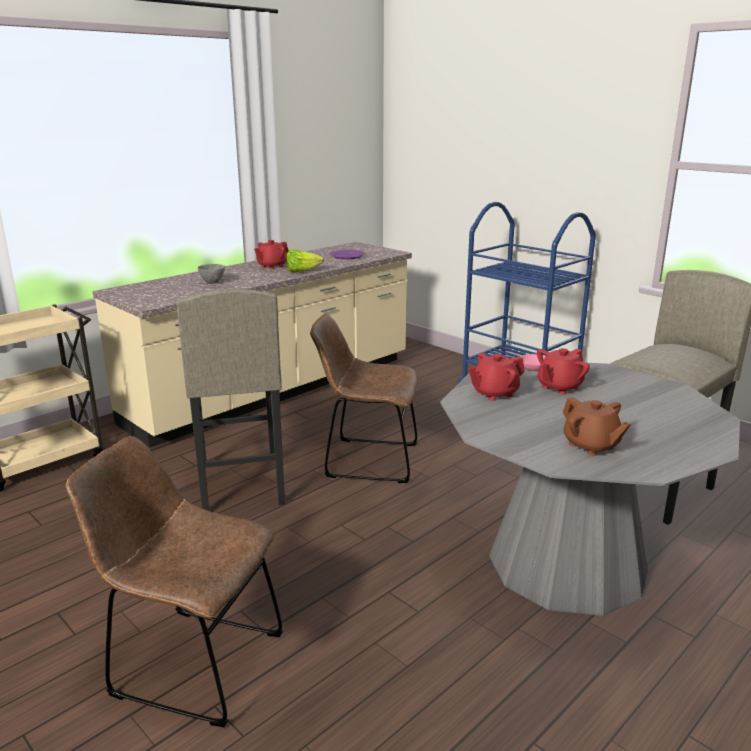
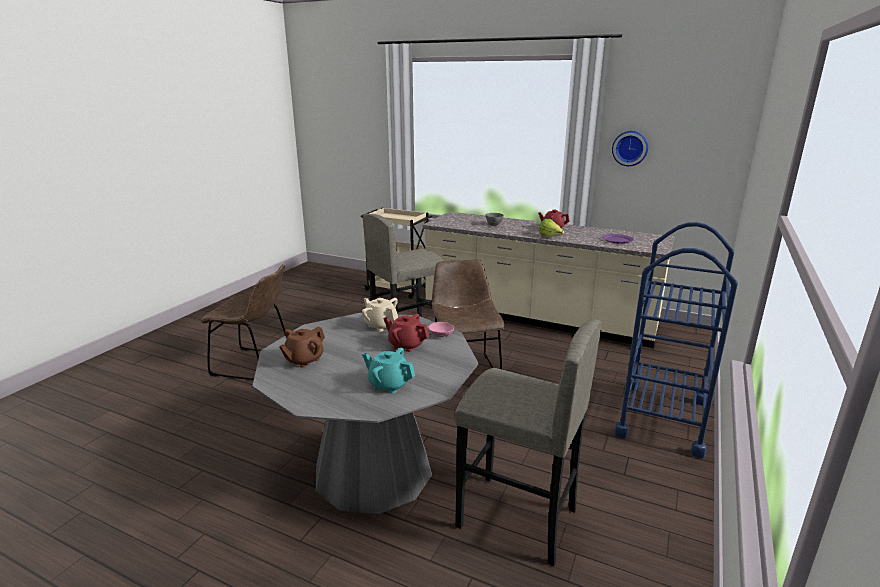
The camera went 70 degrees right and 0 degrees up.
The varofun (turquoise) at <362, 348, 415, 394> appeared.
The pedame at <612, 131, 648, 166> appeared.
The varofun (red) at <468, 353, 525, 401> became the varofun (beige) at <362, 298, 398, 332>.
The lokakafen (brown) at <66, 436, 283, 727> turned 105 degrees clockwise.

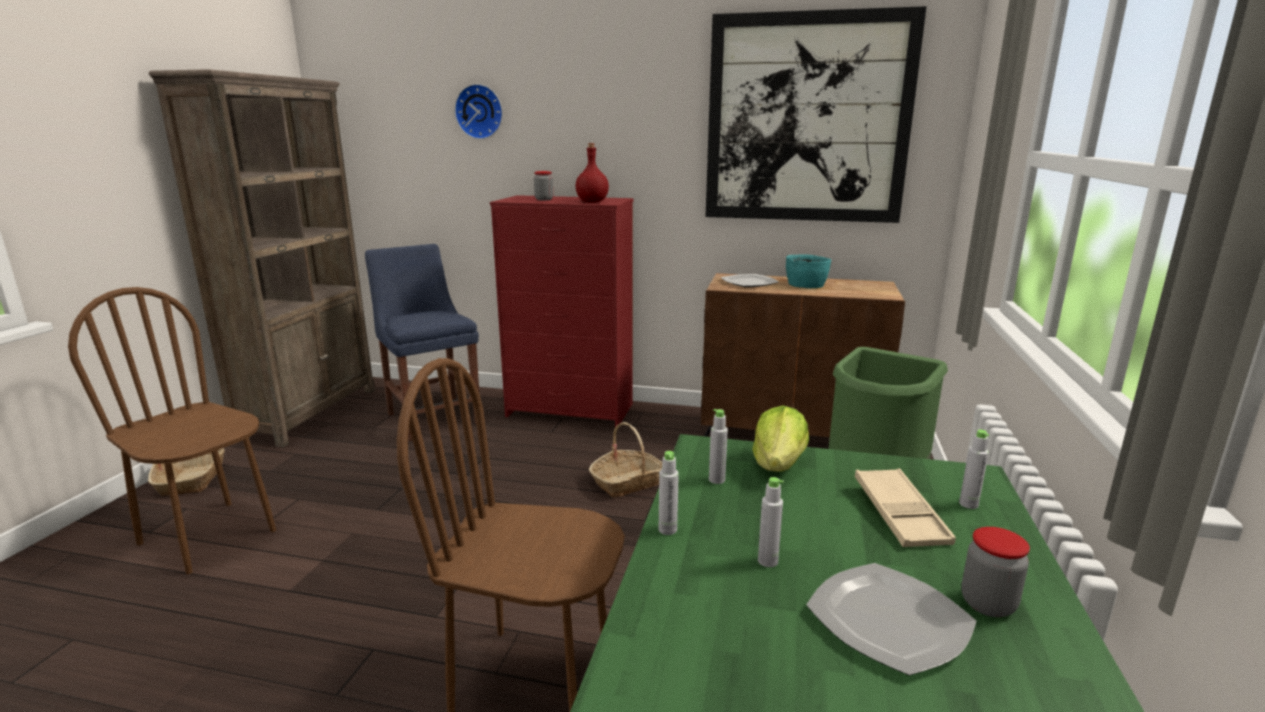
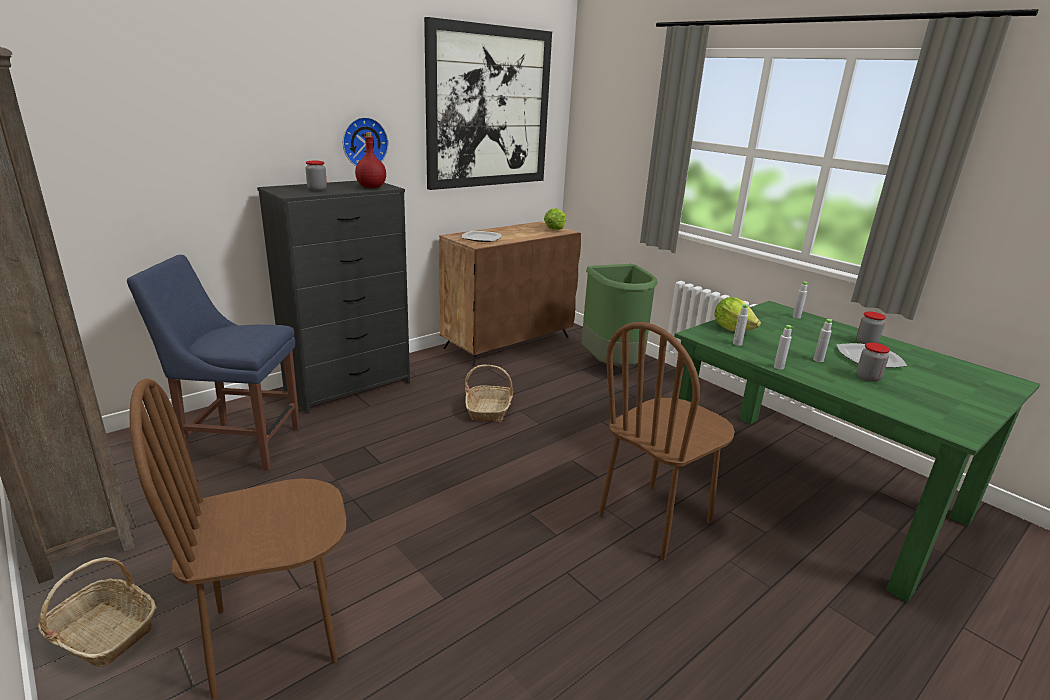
The camera went 55 degrees left and 5 degrees up.
The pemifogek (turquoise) at <786, 254, 831, 288> disappeared.
The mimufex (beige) at <855, 468, 956, 547> disappeared.
The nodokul at <544, 208, 565, 230> appeared.
The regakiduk at <857, 343, 890, 382> appeared.
The pedame moved from <454, 84, 503, 139> to <343, 117, 389, 166>.
The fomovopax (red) at <490, 195, 634, 427> became the fomovopax (black) at <257, 181, 410, 414>.

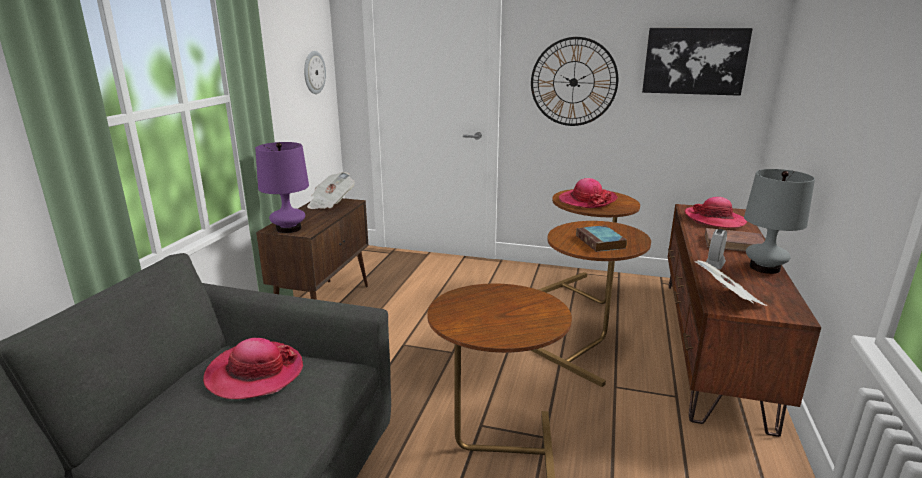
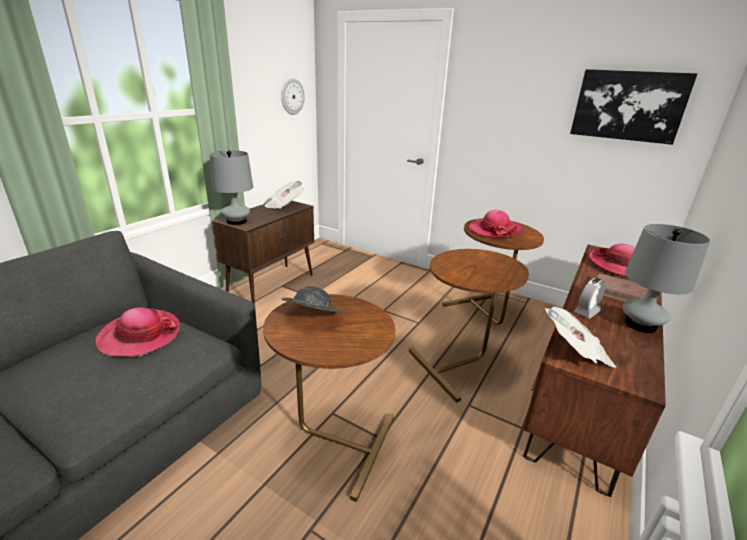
The camera went 15 degrees right and 5 degrees up.
The pedame at <531, 37, 618, 126> disappeared.
The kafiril at <576, 225, 627, 252> disappeared.
The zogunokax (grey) at <281, 286, 342, 312> appeared.
The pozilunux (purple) at <255, 142, 309, 233> became the pozilunux (grey) at <210, 150, 253, 225>.

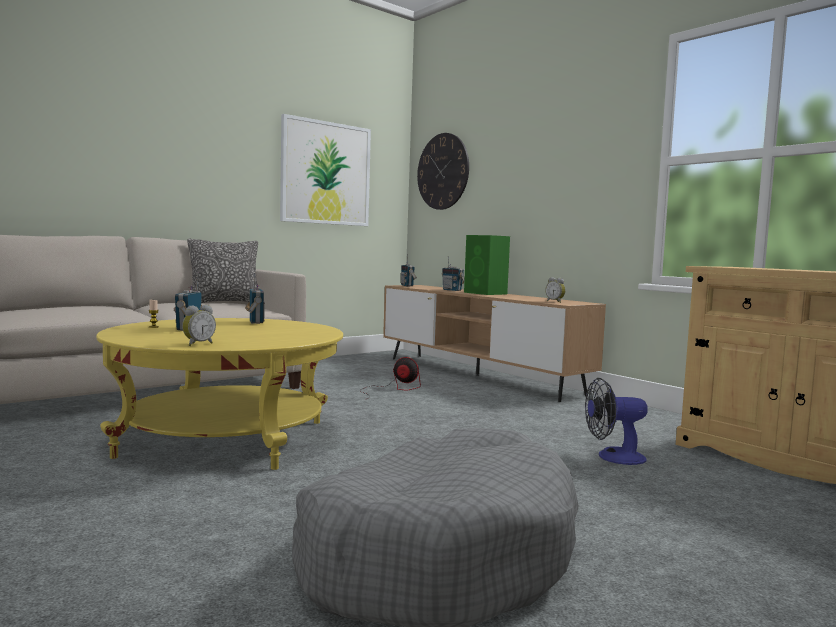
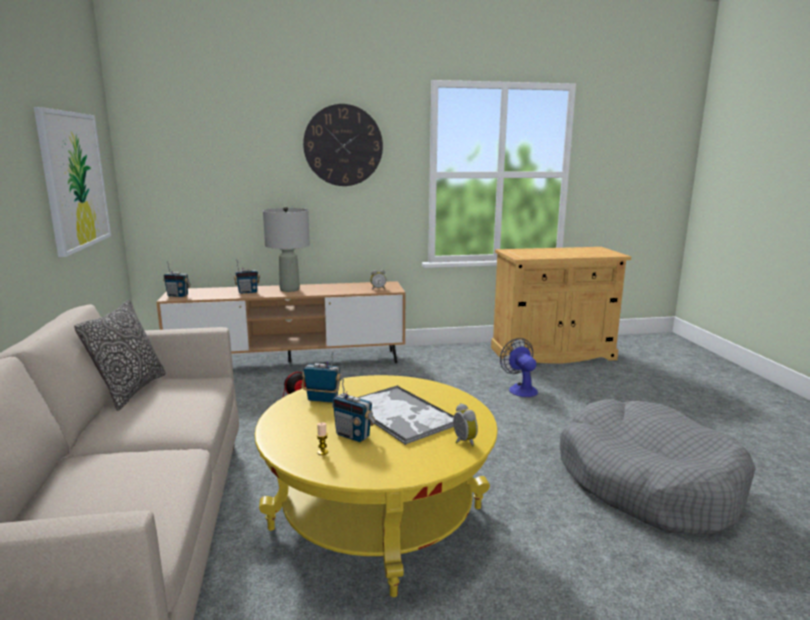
The camera went 60 degrees left and 10 degrees up.
The mimufex at <357, 385, 454, 445> appeared.
The pedame moved from <417, 133, 469, 210> to <303, 104, 383, 186>.
The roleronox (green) at <464, 235, 510, 295> was replaced by the pozilunux (grey) at <263, 207, 310, 292>.
The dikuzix at <585, 378, 648, 465> turned 135 degrees clockwise.

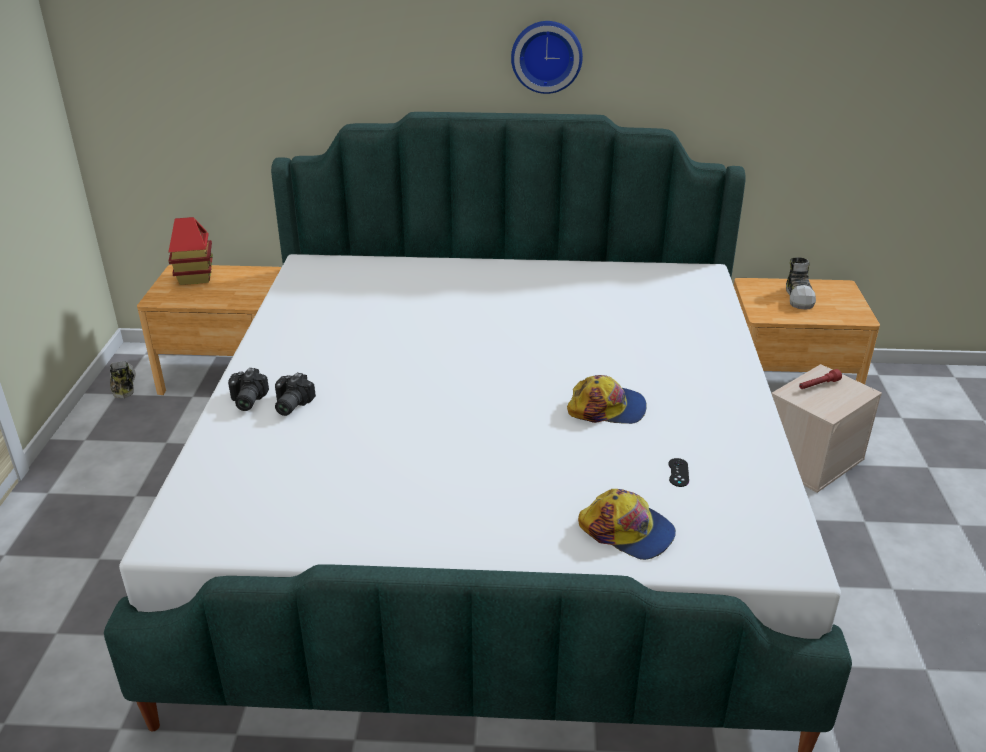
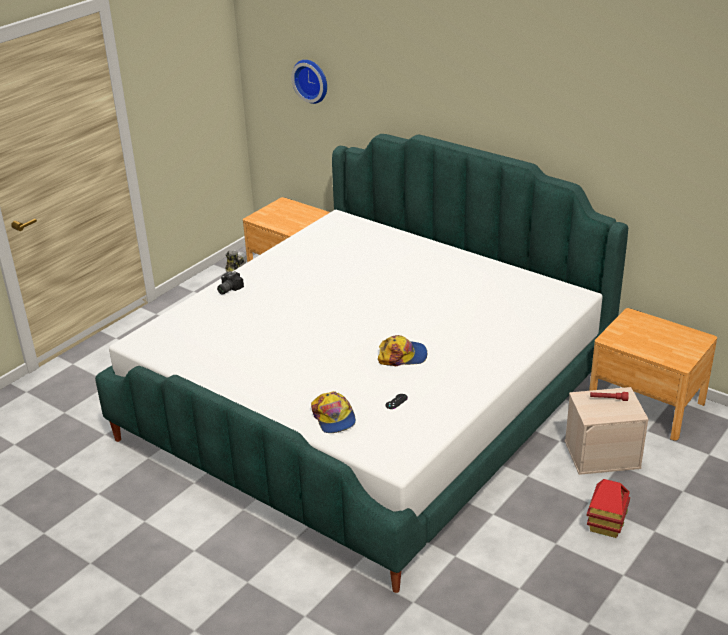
The camera went 35 degrees right and 0 degrees up.
The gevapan at <275, 373, 316, 416> disappeared.
The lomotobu at <786, 257, 816, 309> disappeared.
The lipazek moved from <168, 217, 213, 285> to <587, 479, 630, 538>.
The pedame moved from <511, 21, 583, 94> to <291, 60, 327, 104>.
The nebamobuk at <567, 375, 647, 424> turned 45 degrees counterclockwise.

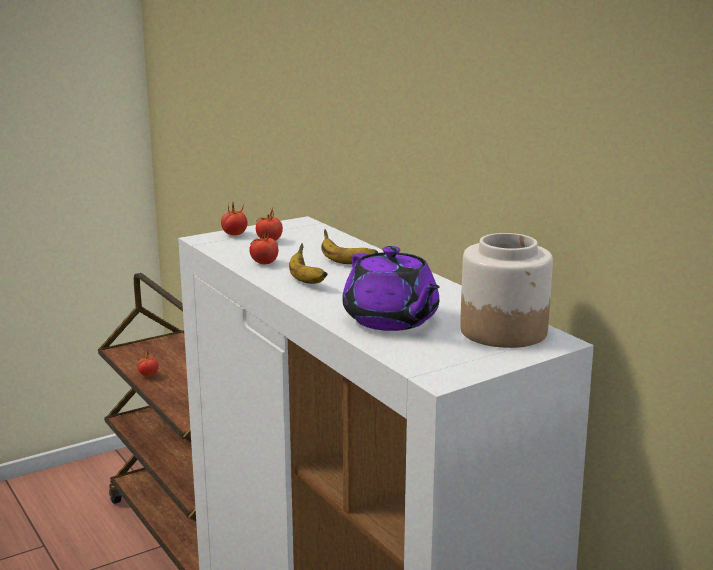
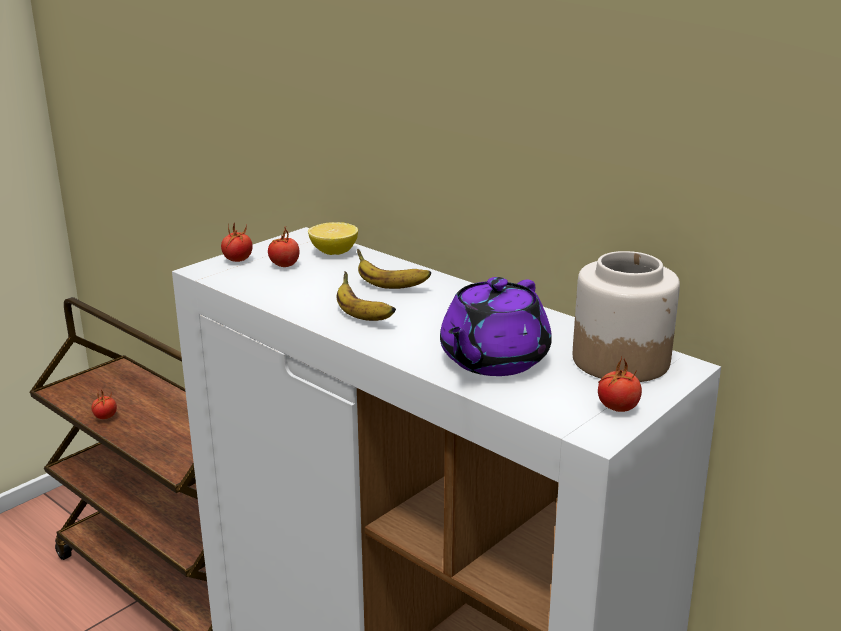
The camera went 15 degrees left and 5 degrees up.
The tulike at <308, 222, 358, 255> appeared.
The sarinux moved from <249, 228, 278, 265> to <598, 357, 642, 412>.
The varofun (purple) at <342, 246, 440, 331> turned 75 degrees clockwise.

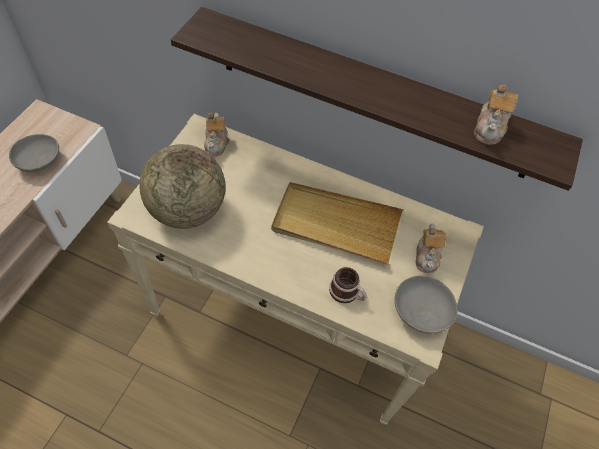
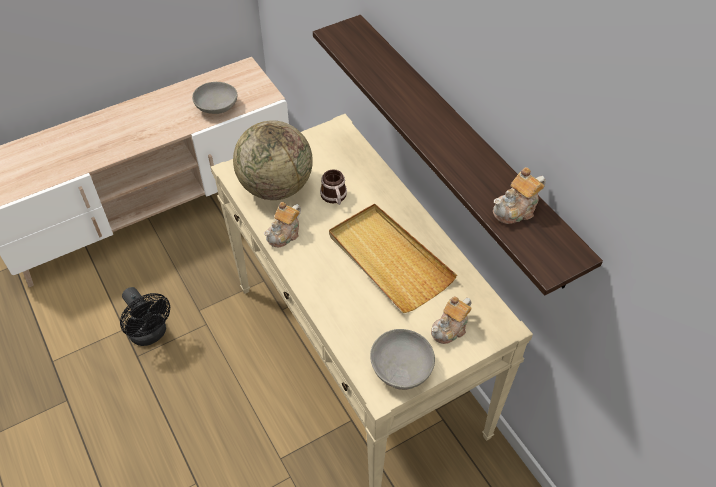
The camera went 40 degrees right and 5 degrees down.
The dikuzix (black) at <120, 287, 170, 346> appeared.
The varofun moved from <204, 113, 229, 156> to <264, 202, 301, 248>.
The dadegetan moved from <329, 267, 367, 303> to <320, 169, 347, 205>.

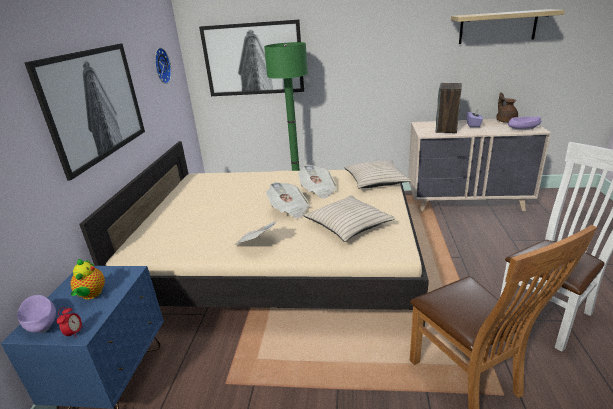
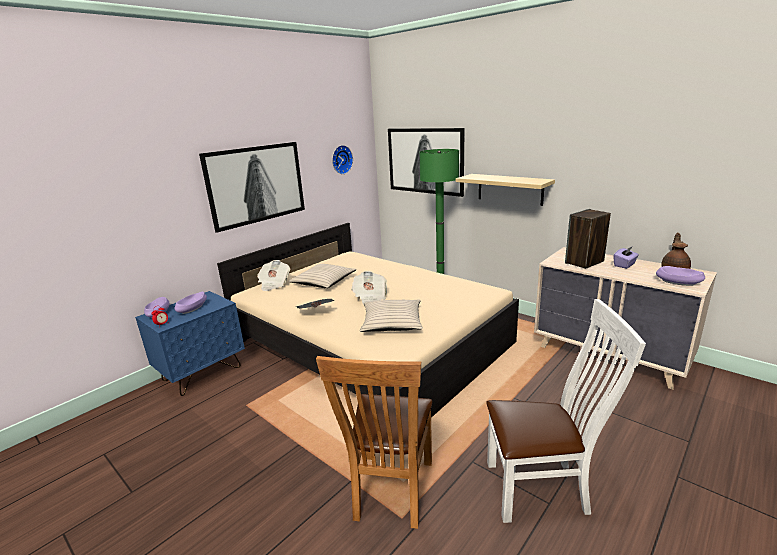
The camera went 35 degrees right and 5 degrees down.
The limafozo moved from <298, 165, 338, 199> to <257, 260, 290, 291>.
The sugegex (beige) moved from <344, 160, 411, 188> to <289, 264, 357, 288>.
The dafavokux moved from <451, 9, 565, 44> to <456, 174, 555, 206>.
The varofun at <70, 259, 105, 300> was replaced by the pemifogek (purple) at <174, 292, 207, 314>.

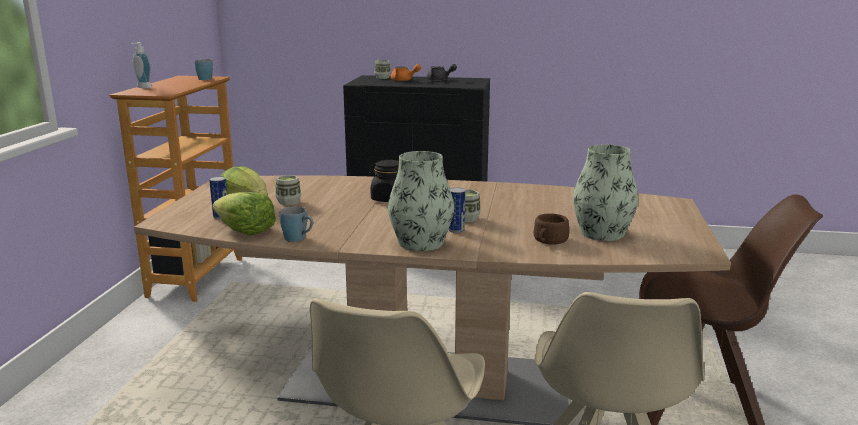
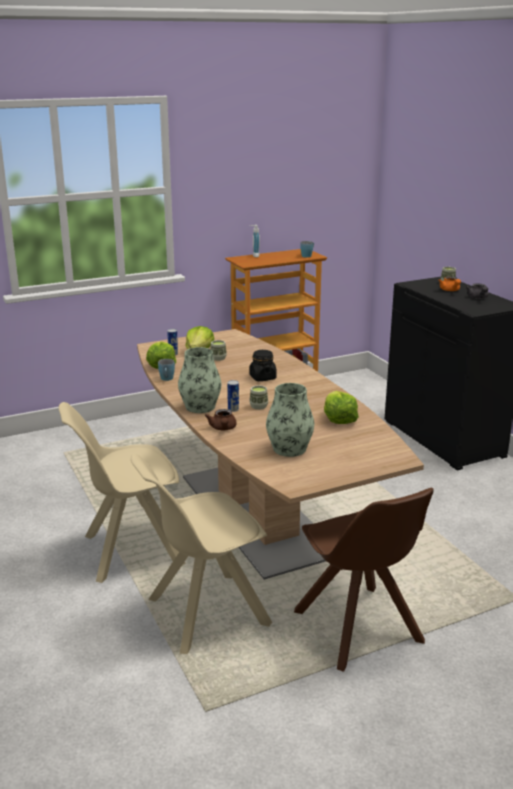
The camera went 55 degrees right and 5 degrees up.
The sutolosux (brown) at <533, 213, 569, 245> disappeared.
The varofun (brown) at <205, 409, 237, 430> appeared.
The nodokul at <324, 391, 359, 424> appeared.

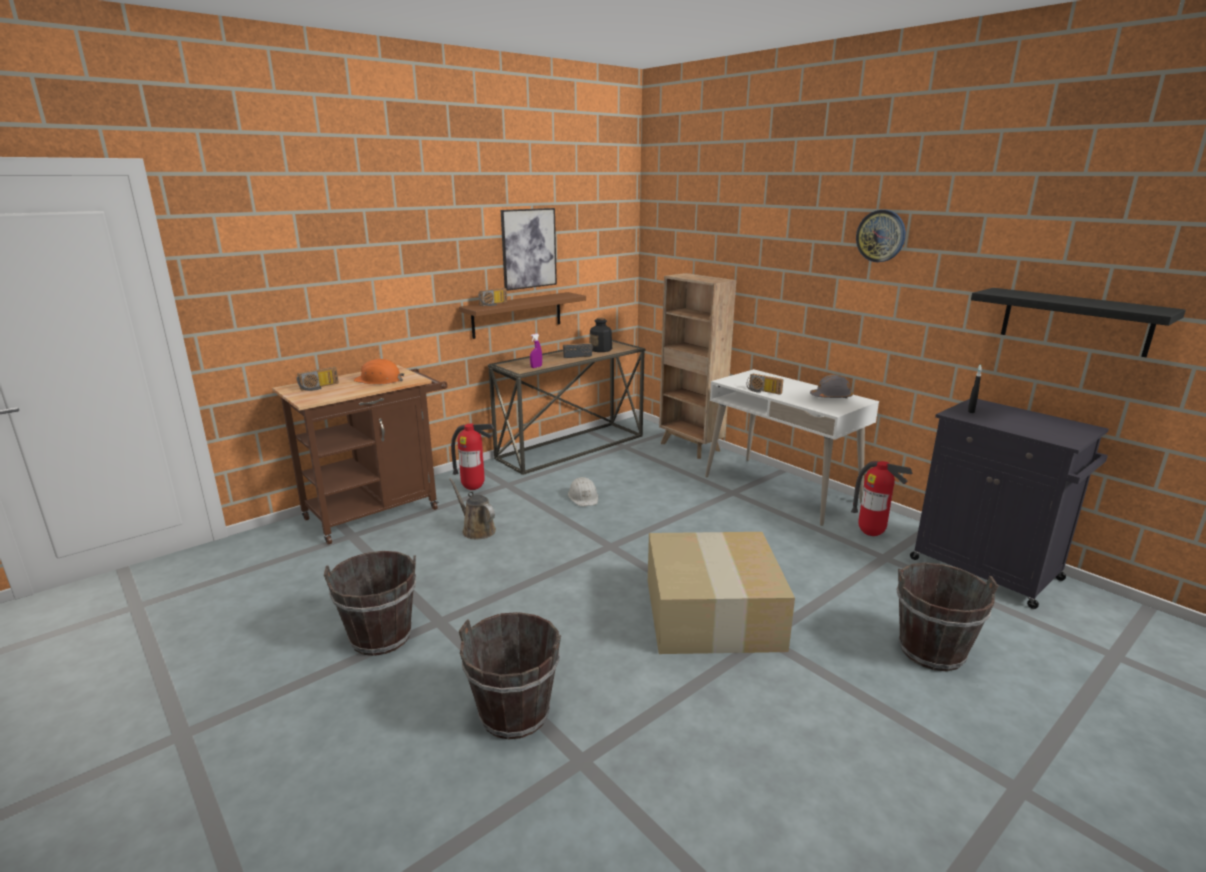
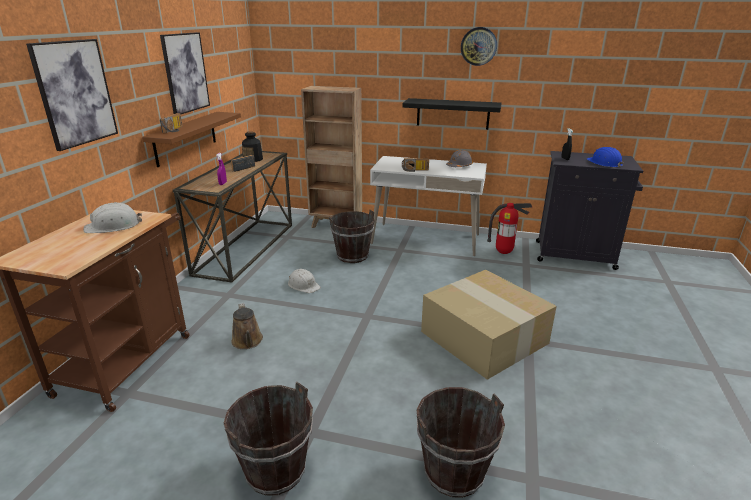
The camera went 35 degrees left and 5 degrees up.
The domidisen at <297, 367, 339, 391> disappeared.
The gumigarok at <451, 424, 494, 490> disappeared.
The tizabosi at <26, 39, 118, 151> appeared.
The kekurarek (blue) at <587, 147, 624, 168> appeared.
The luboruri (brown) moved from <897, 563, 998, 671> to <329, 210, 375, 263>.
The dafavokux (black) moved from <971, 288, 1186, 357> to <402, 98, 502, 130>.
The kekurarek (orange) at <353, 359, 404, 384> became the kekurarek (white) at <84, 202, 142, 233>.
The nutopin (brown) at <449, 478, 496, 539> turned 120 degrees counterclockwise.

